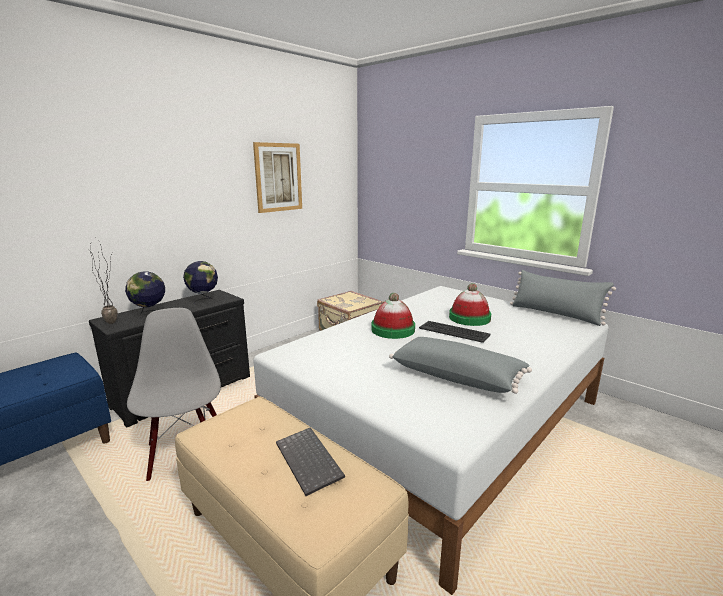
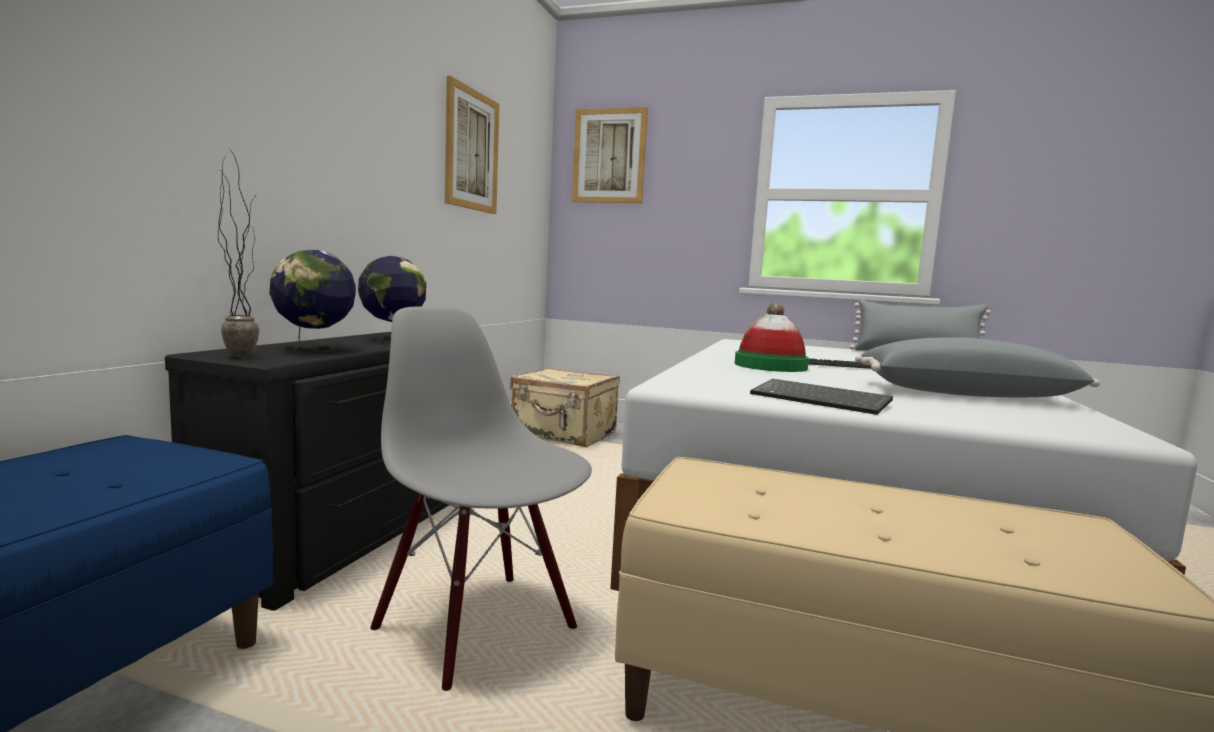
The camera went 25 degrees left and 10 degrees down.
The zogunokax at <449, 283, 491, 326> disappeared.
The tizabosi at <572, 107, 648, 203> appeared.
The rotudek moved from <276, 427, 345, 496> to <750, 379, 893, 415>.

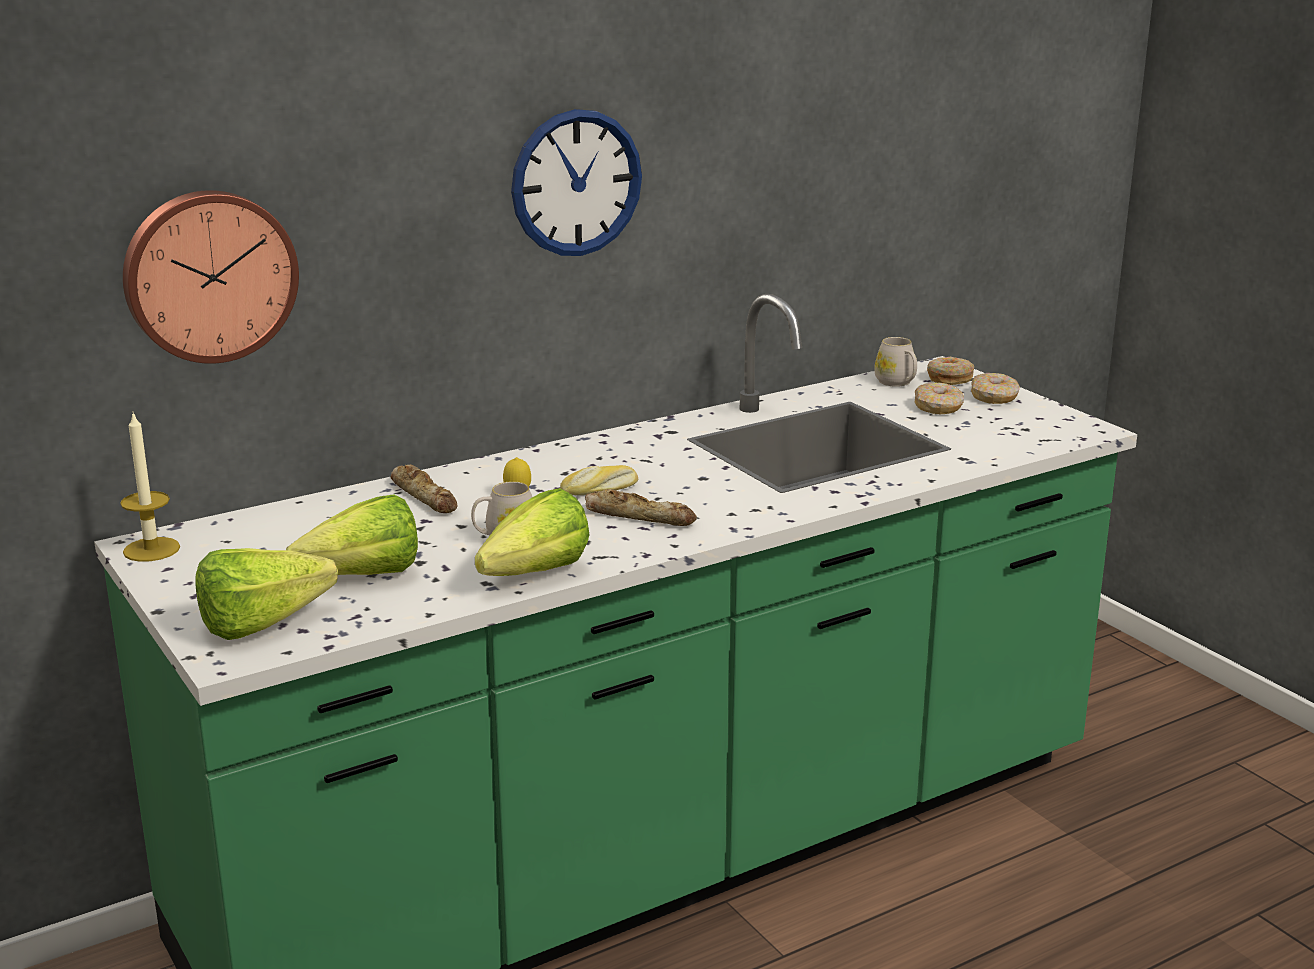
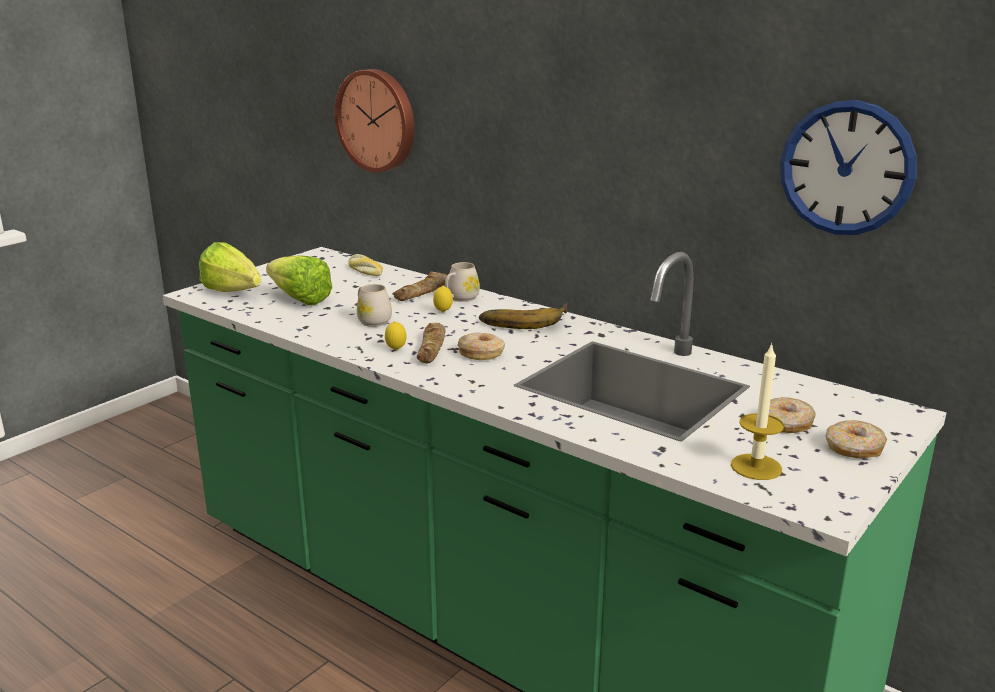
The camera went 70 degrees right and 0 degrees up.
The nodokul at <475, 488, 589, 576> disappeared.
The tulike at <385, 321, 406, 350> appeared.
The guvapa at <479, 303, 568, 329> appeared.
The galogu moved from <120, 413, 180, 562> to <731, 342, 784, 480>.
The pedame moved from <511, 109, 642, 256> to <780, 100, 917, 235>.
The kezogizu moved from <560, 465, 638, 495> to <348, 254, 383, 276>.
The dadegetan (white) moved from <874, 337, 917, 387> to <445, 262, 480, 302>.
The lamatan moved from <927, 357, 974, 385> to <458, 333, 505, 360>.

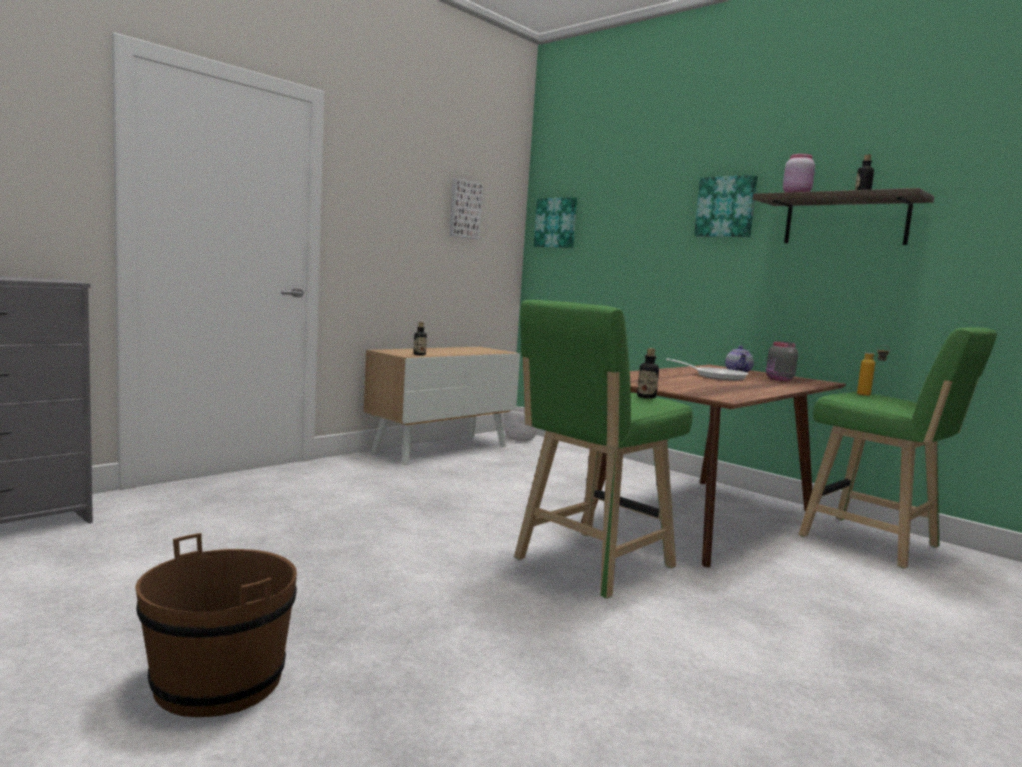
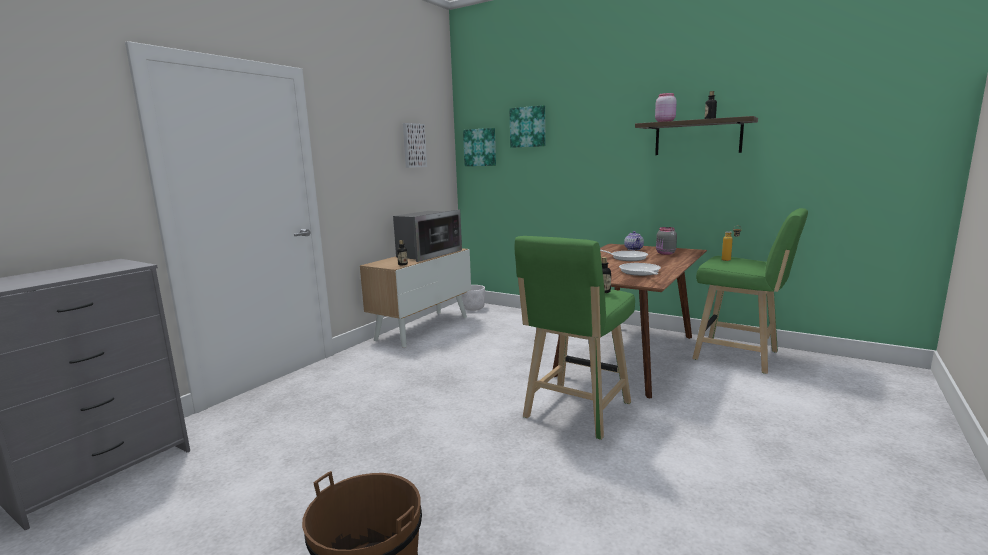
The camera went 10 degrees left and 5 degrees up.
The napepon at <393, 209, 462, 262> appeared.
The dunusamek at <619, 263, 661, 276> appeared.
The tizabosi moved from <694, 175, 757, 237> to <509, 105, 545, 148>.

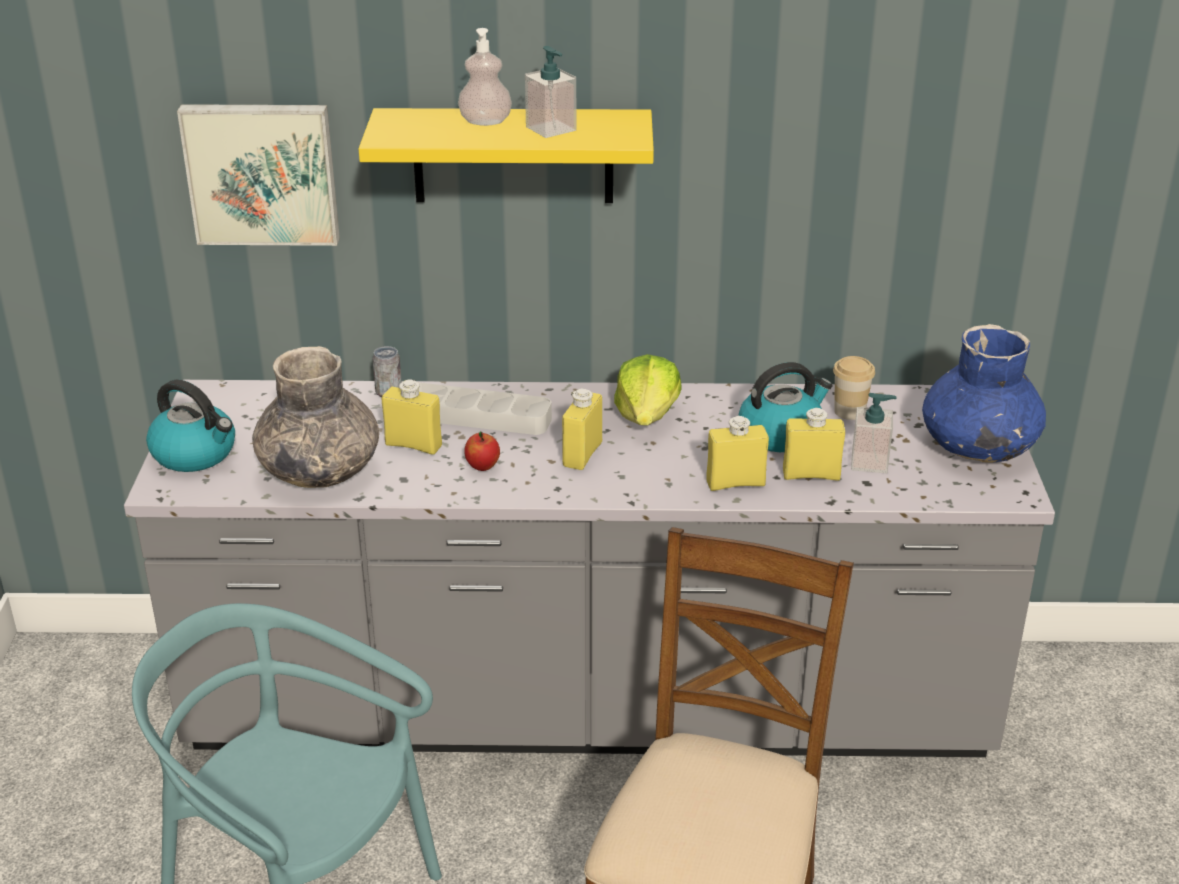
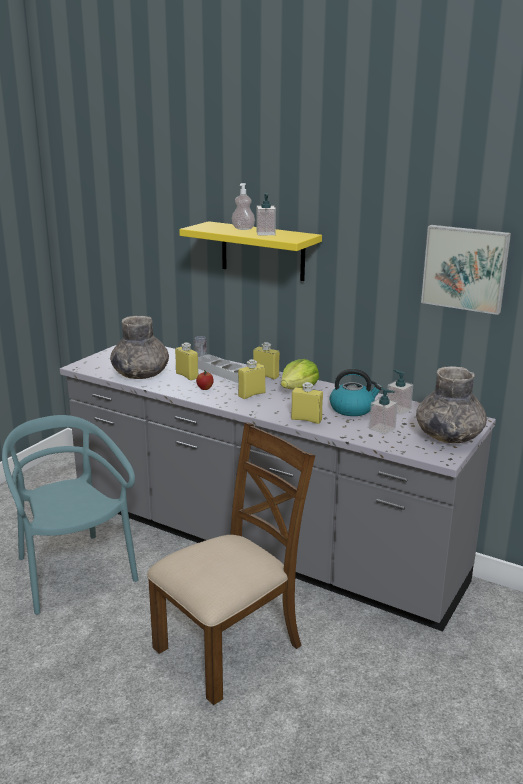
The camera went 30 degrees right and 10 degrees down.
The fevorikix at <146, 380, 235, 472> disappeared.
The tizabosi moved from <177, 104, 340, 246> to <421, 225, 511, 315>.
The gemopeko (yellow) moved from <783, 408, 845, 481> to <253, 342, 280, 379>.
The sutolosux at <833, 356, 875, 420> was replaced by the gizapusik at <387, 370, 413, 415>.
The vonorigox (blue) at <922, 324, 1046, 463> became the vonorigox (grey) at <416, 366, 487, 443>.

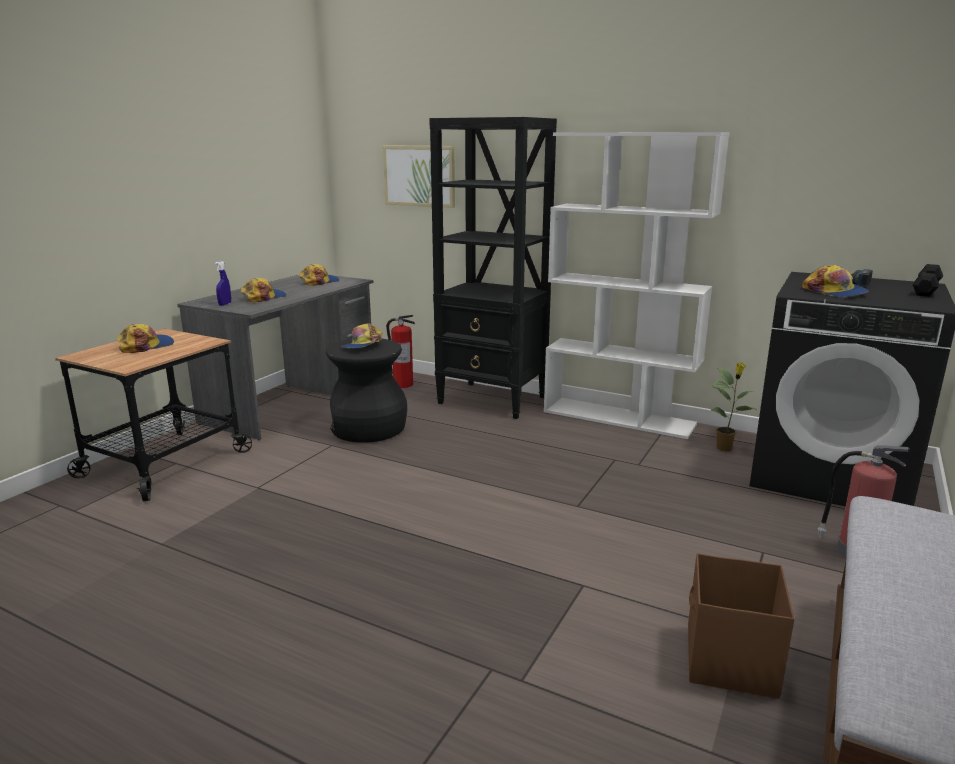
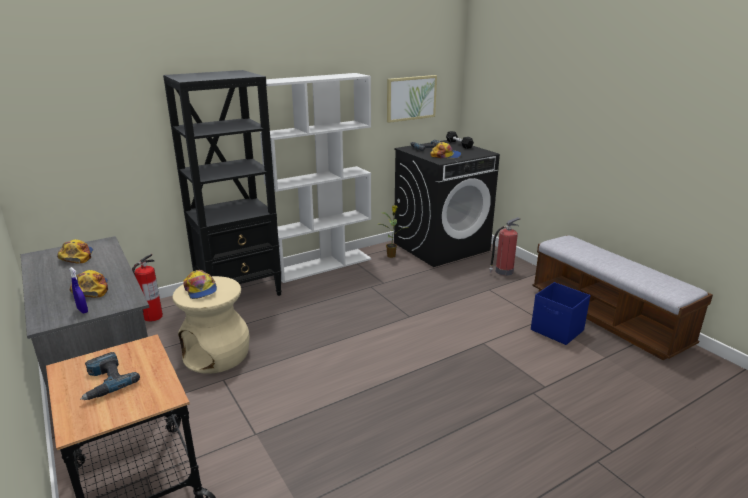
The camera went 60 degrees left and 5 degrees up.
The tizabosi moved from <383, 145, 455, 208> to <387, 75, 437, 123>.
The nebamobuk at <116, 324, 174, 353> was replaced by the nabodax at <80, 352, 140, 400>.
The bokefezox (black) at <326, 339, 407, 443> became the bokefezox (beige) at <173, 276, 249, 374>.
The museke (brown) at <688, 553, 795, 699> became the museke (blue) at <531, 282, 591, 345>.

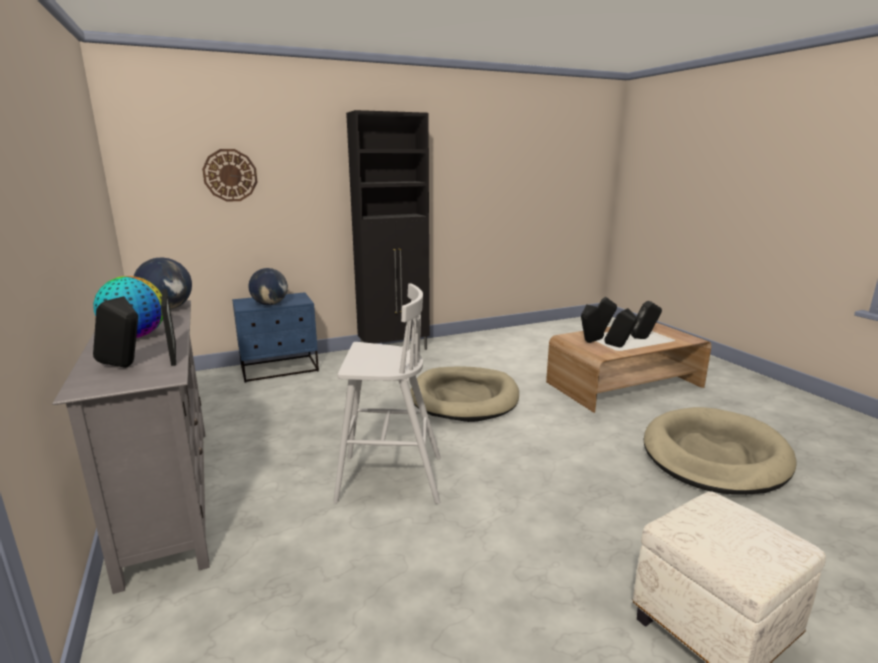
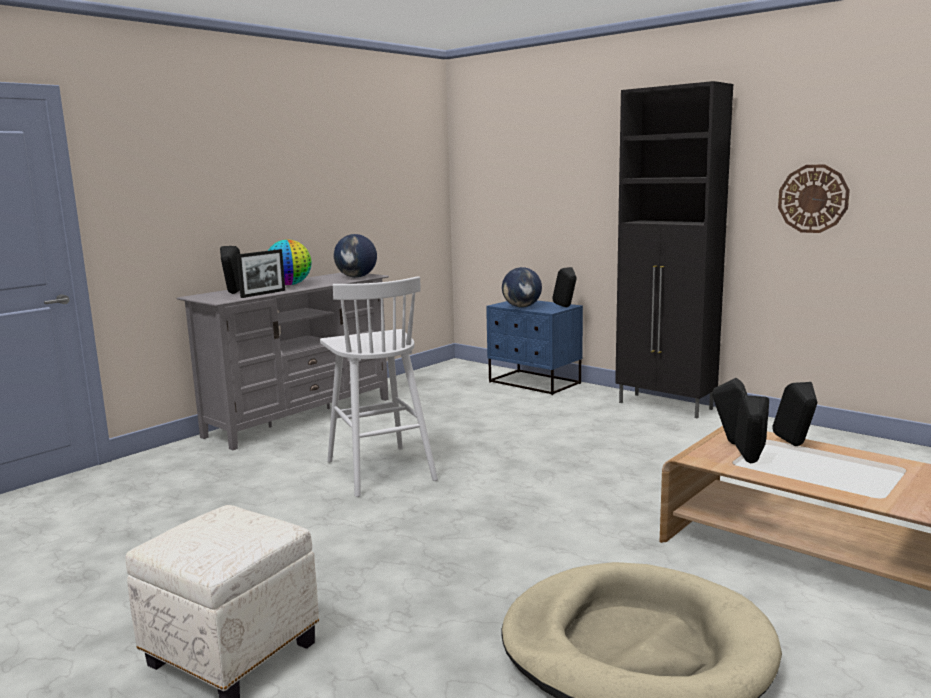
The camera went 65 degrees right and 5 degrees down.
The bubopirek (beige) at <410, 366, 519, 422> disappeared.
The pedame moved from <202, 149, 257, 202> to <778, 164, 850, 233>.
The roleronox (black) moved from <631, 301, 662, 339> to <552, 267, 577, 307>.

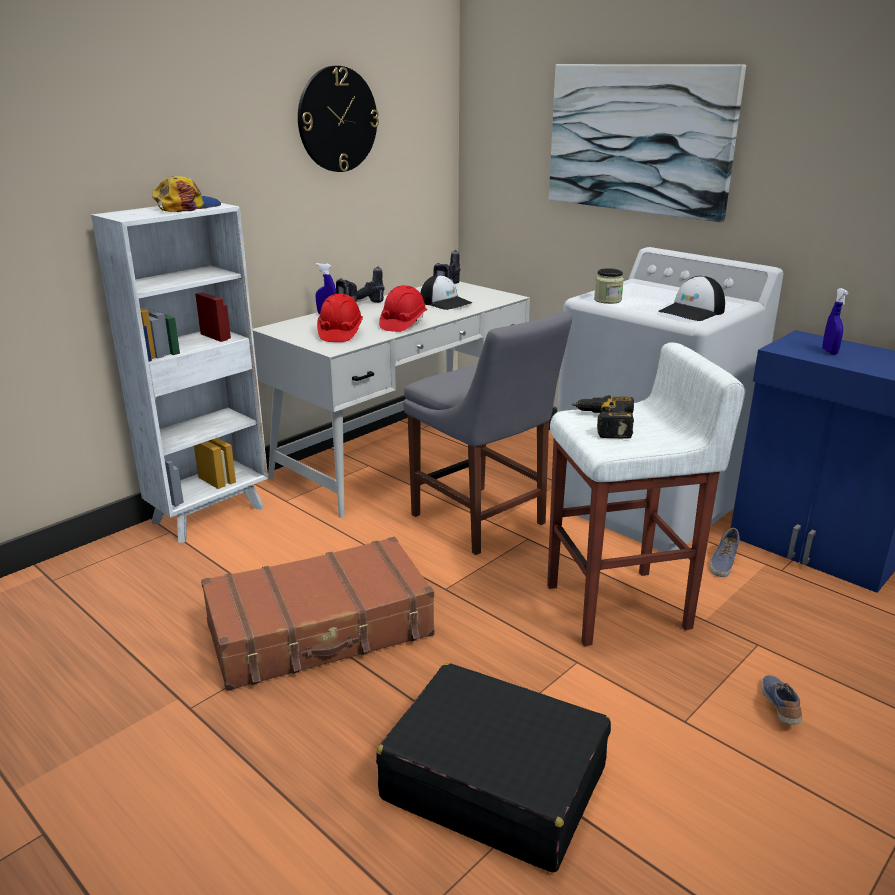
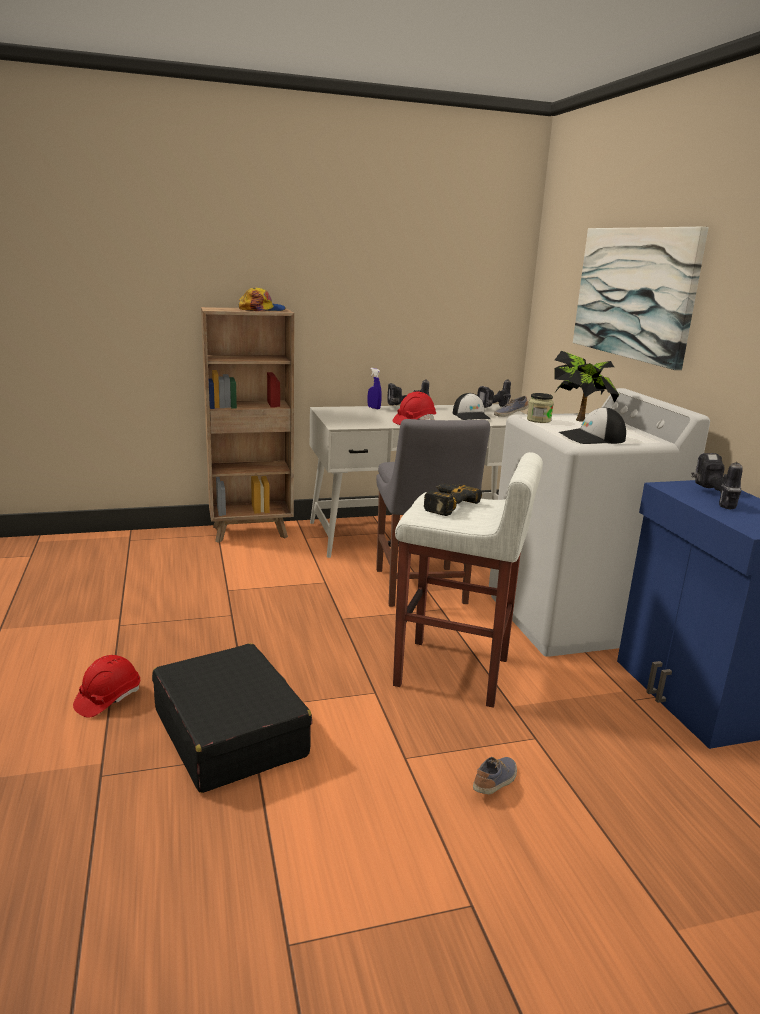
The camera went 30 degrees right and 5 degrees down.
The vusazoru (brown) at <201, 536, 435, 691> disappeared.
The pedame at <298, 66, 379, 172> disappeared.
The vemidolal at <554, 351, 619, 422> appeared.
The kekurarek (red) moved from <317, 294, 363, 342> to <73, 655, 140, 718>.
The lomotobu moved from <710, 528, 740, 577> to <494, 396, 528, 417>.
The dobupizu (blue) at <822, 288, 848, 355> was replaced by the nabodax at <691, 453, 743, 509>.
The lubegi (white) at <91, 203, 268, 543> became the lubegi (brown) at <201, 307, 294, 543>.

